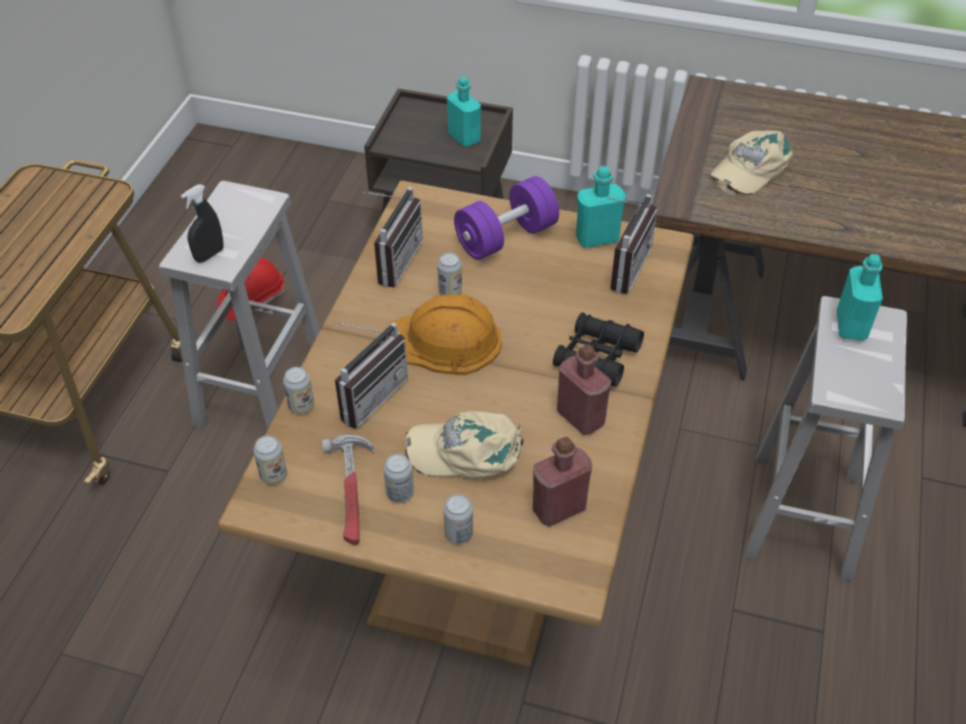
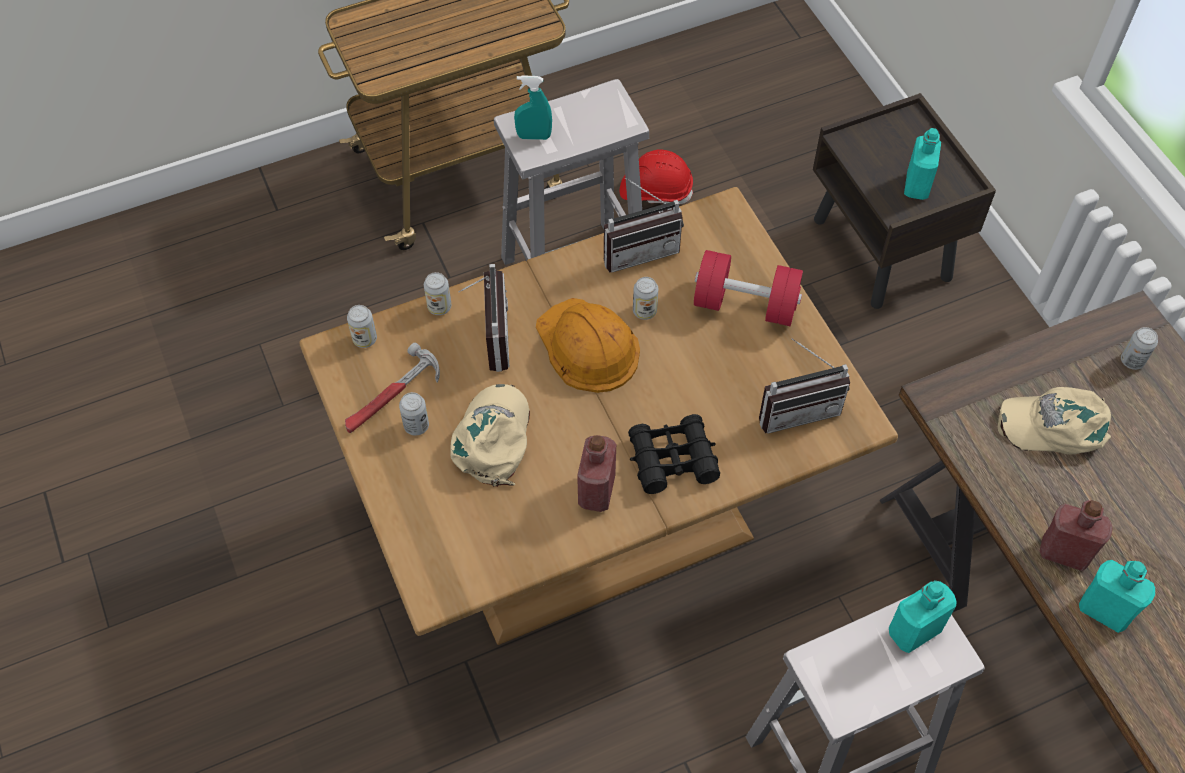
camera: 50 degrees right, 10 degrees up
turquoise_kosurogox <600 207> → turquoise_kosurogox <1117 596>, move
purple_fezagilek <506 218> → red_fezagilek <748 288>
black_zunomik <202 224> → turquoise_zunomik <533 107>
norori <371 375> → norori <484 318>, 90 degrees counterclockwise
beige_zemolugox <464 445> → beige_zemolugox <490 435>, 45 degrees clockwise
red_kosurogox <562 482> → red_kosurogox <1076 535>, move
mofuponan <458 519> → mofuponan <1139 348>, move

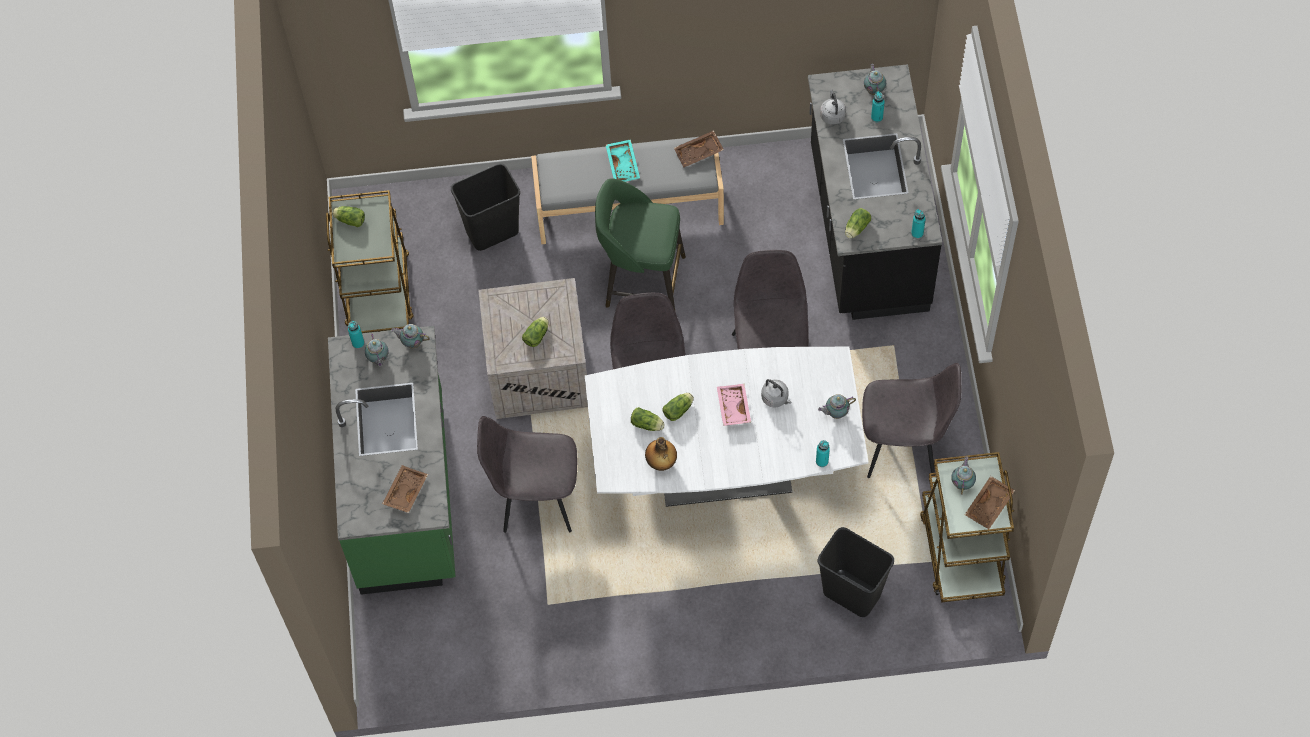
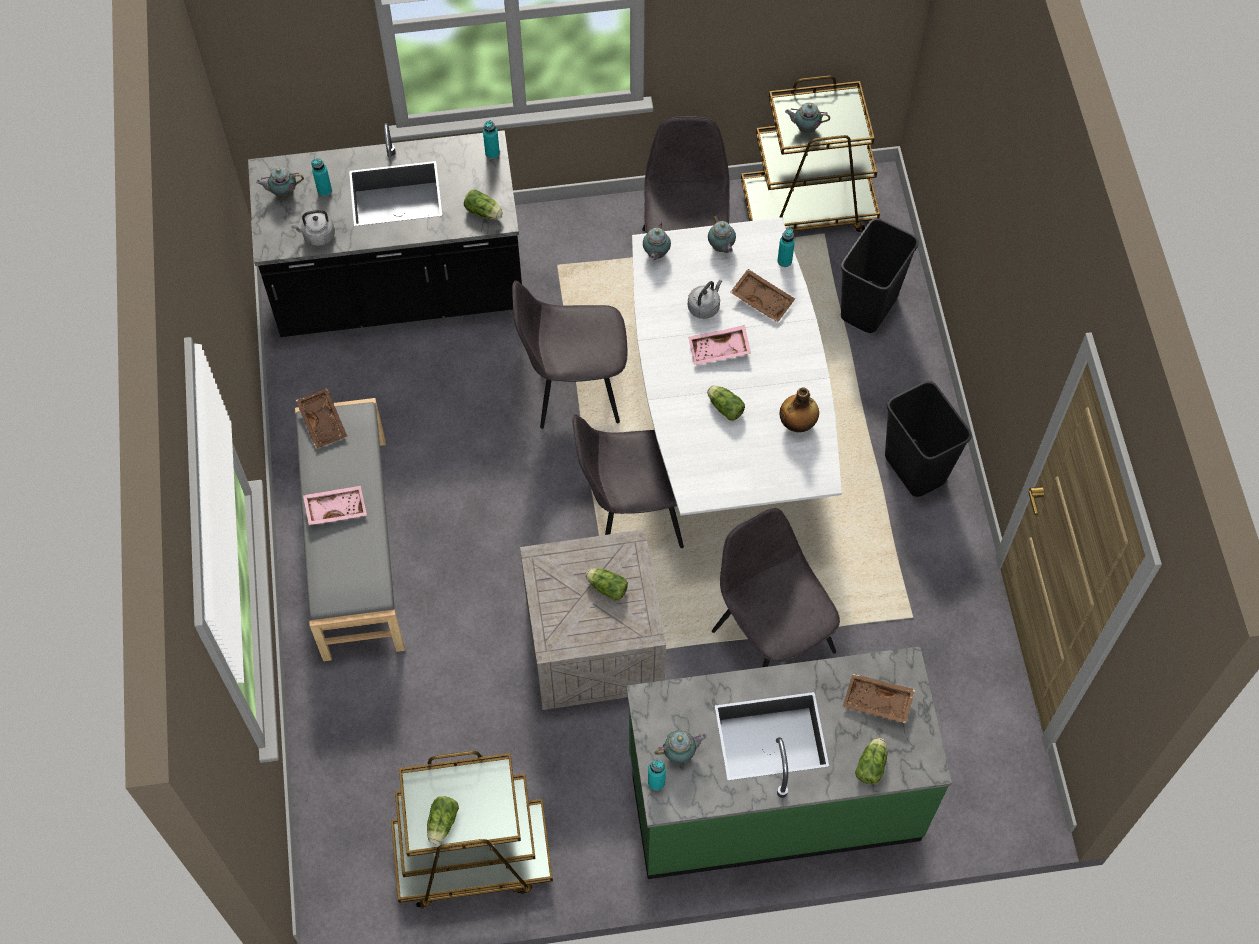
camera: 95 degrees left, 0 degrees up
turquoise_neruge <623 160> → pink_neruge <335 505>
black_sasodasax <485 207> → black_sasodasax <928 439>, move
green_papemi <640 245> → -
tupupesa <410 336> → tupupesa <657 240>, move
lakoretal <648 419> → lakoretal <871 761>, move
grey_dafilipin <527 474> → grey_dafilipin <776 587>, 150 degrees clockwise
brown_neruge <989 502> → brown_neruge <762 296>, move

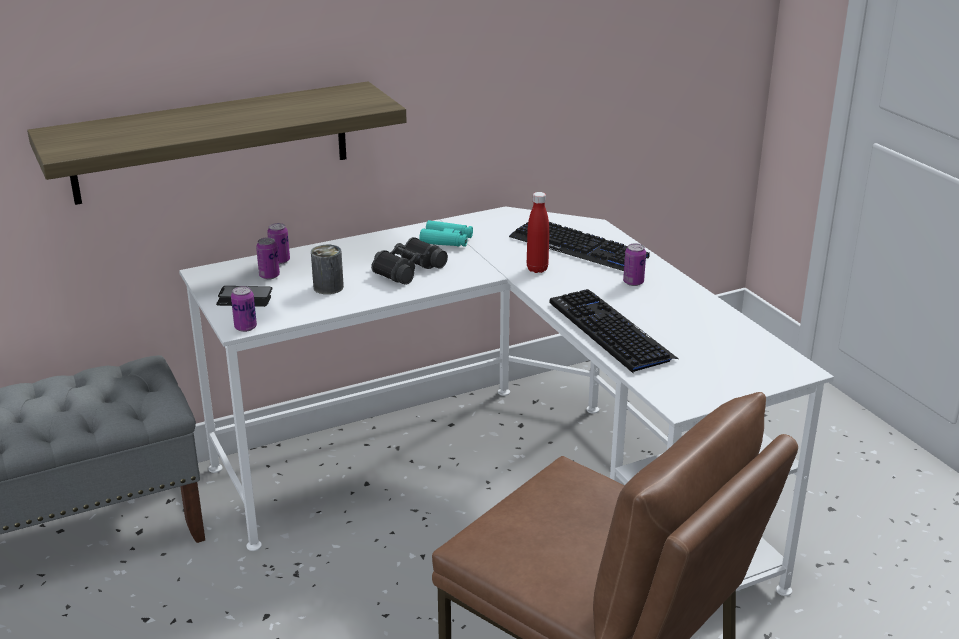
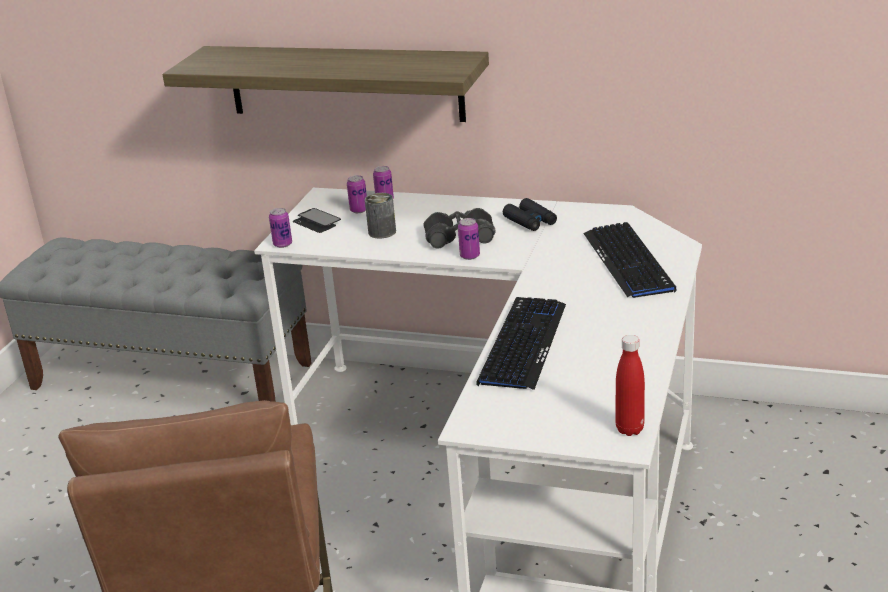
camera: 45 degrees right, 0 degrees up
red_kosurogox <538 232> → red_kosurogox <630 385>, move
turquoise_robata <446 233> → black_robata <530 214>
mofuponan <634 265> → mofuponan <469 239>, move

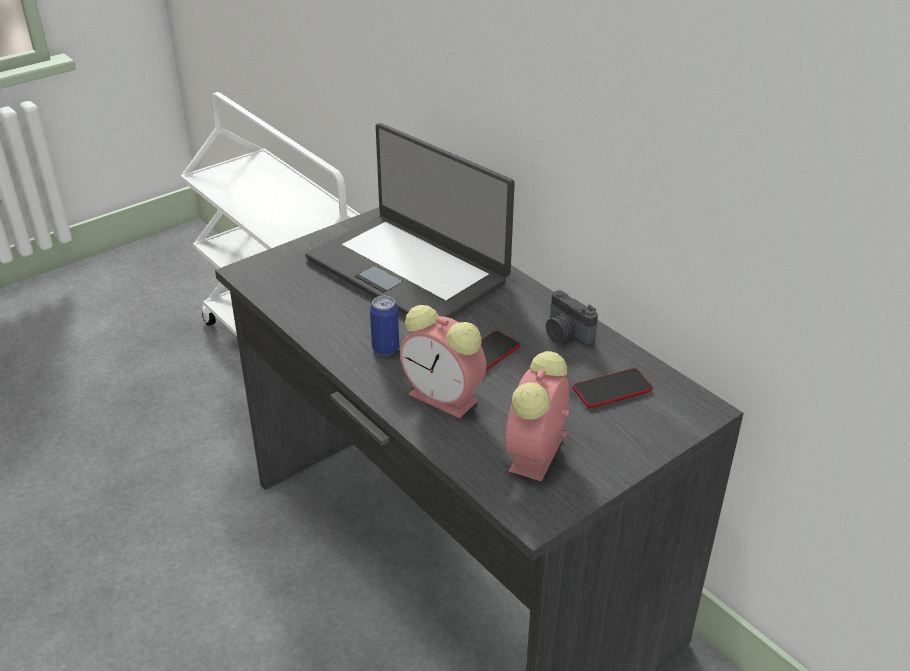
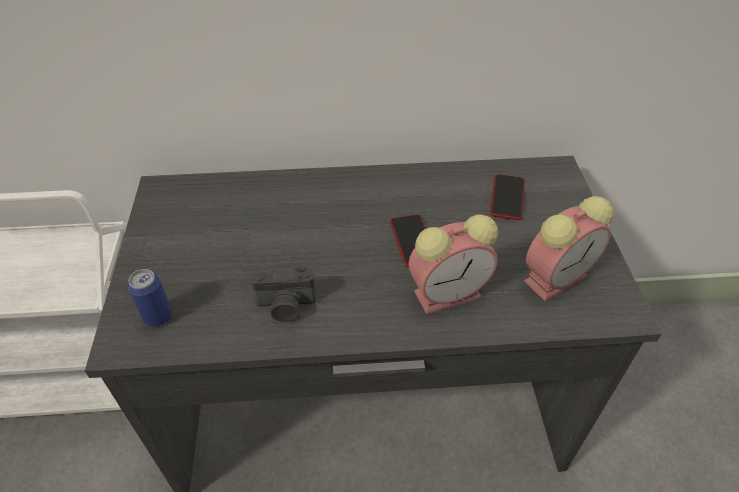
camera: 55 degrees left, 10 degrees up
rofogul <410 220> → -
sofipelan <572 318> → sofipelan <283 294>, move
mofuponan <384 325> → mofuponan <150 298>, move
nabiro <537 416> → nabiro <568 248>, 90 degrees counterclockwise

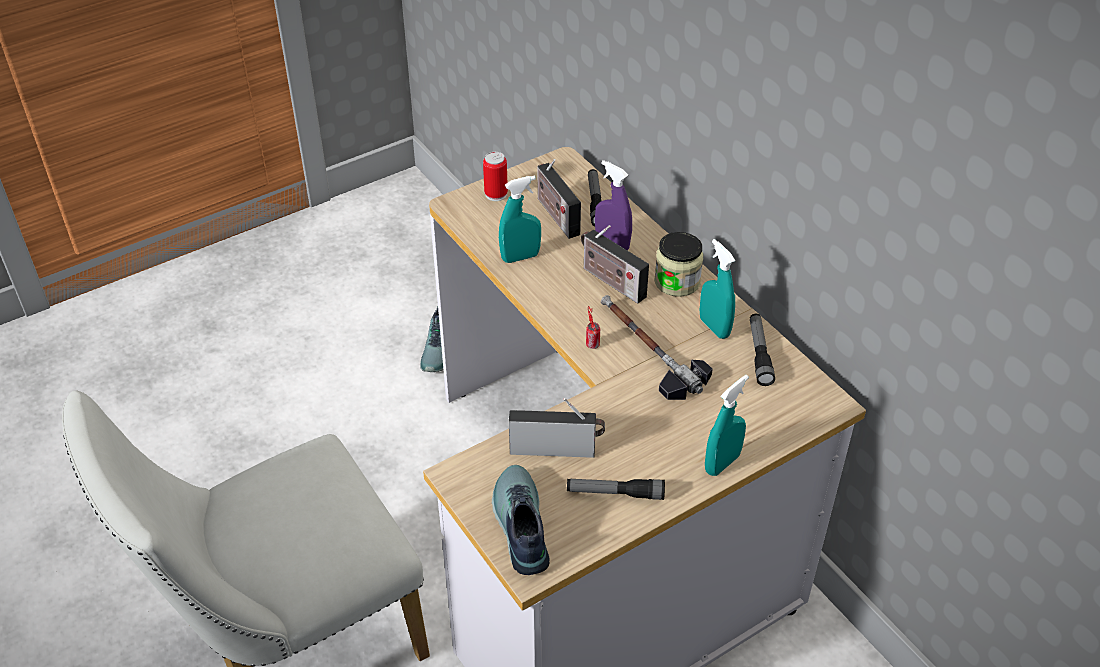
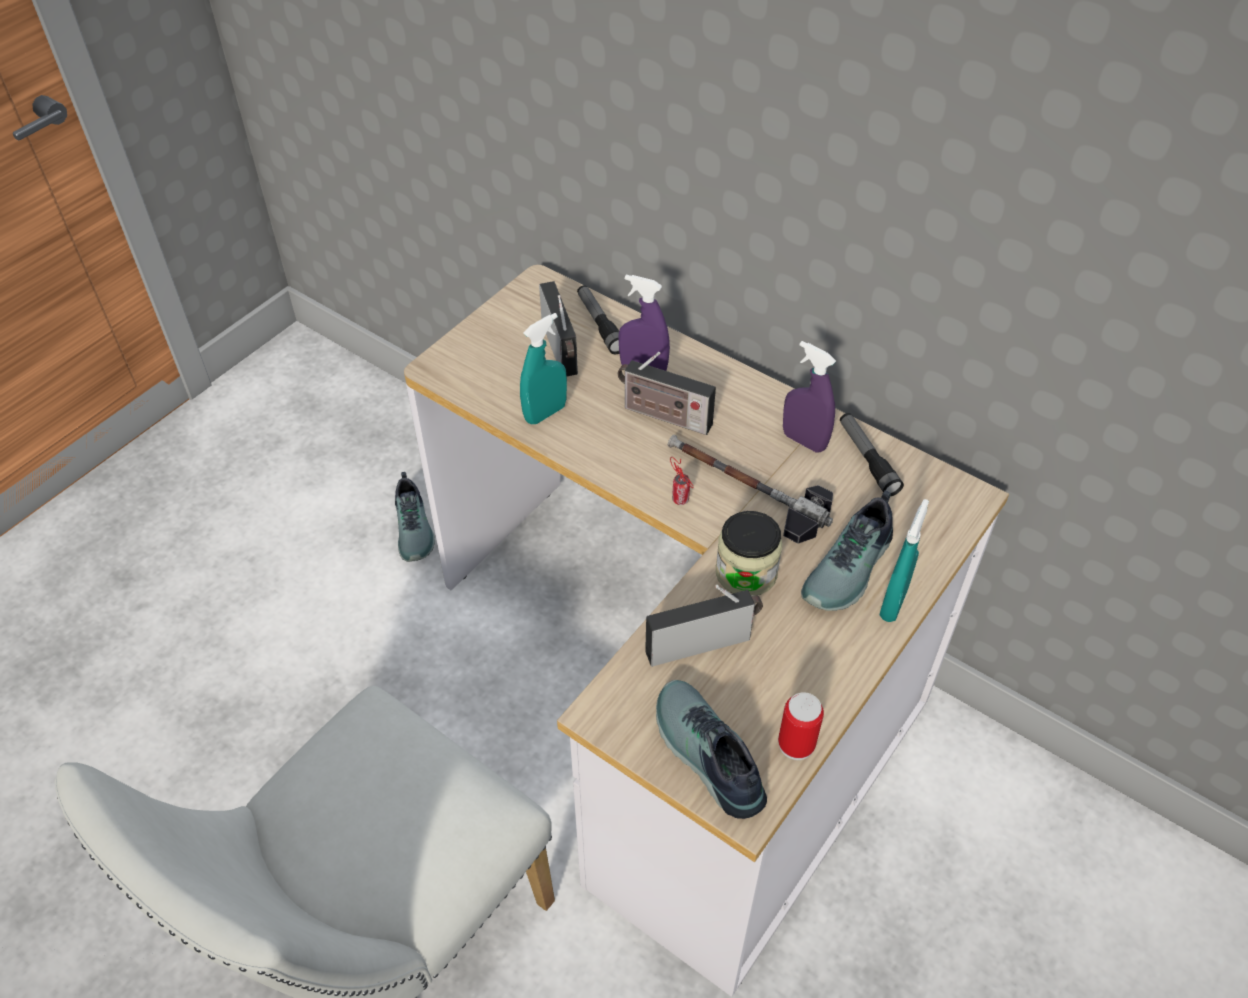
camera: 20 degrees left, 5 degrees up
mofuponan <495 176> → mofuponan <801 726>, move
norori <559 199> → norori <558 328>, 150 degrees counterclockwise
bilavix <679 264> → bilavix <749 553>, move
turquoise_zunomik <718 289> → purple_zunomik <809 396>
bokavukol <616 489> → -
- → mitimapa <847 550>

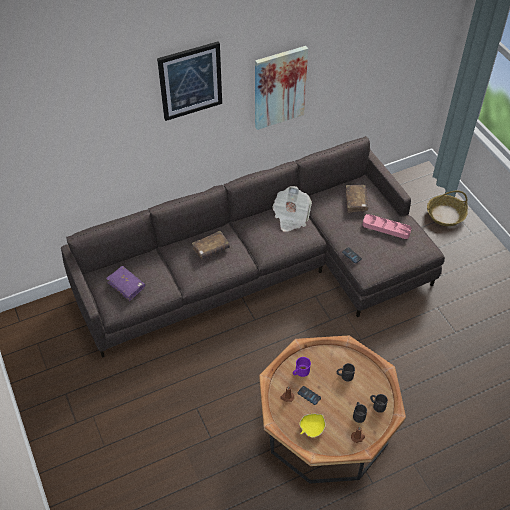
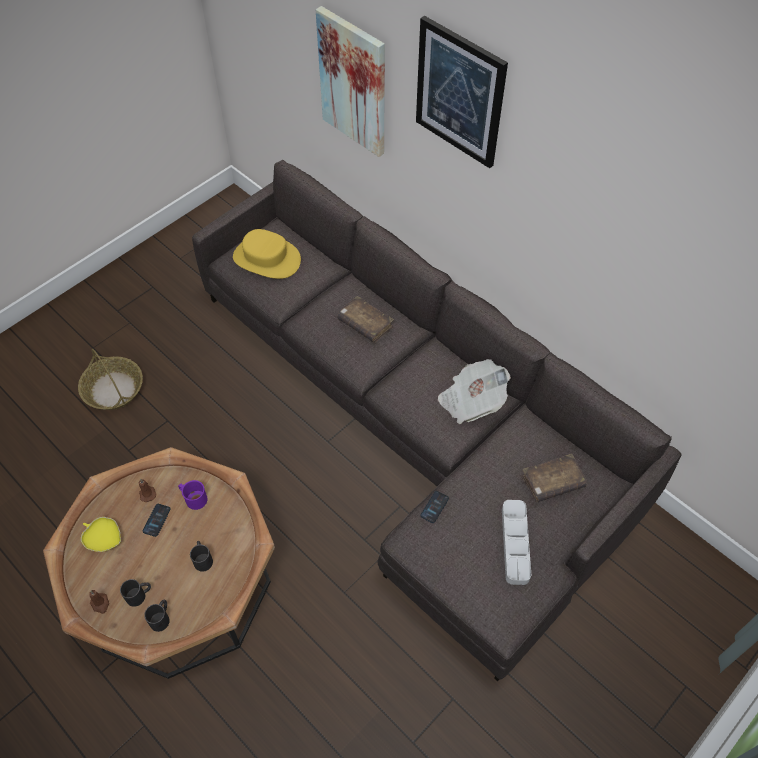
camera: 70 degrees right, 5 degrees up
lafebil <281 88> → lafebil <350 81>, move
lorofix <447 208> → lorofix <110 379>, move
pink_neruge <387 226> → grey_neruge <516 542>
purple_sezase <125 283> → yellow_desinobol <267 254>

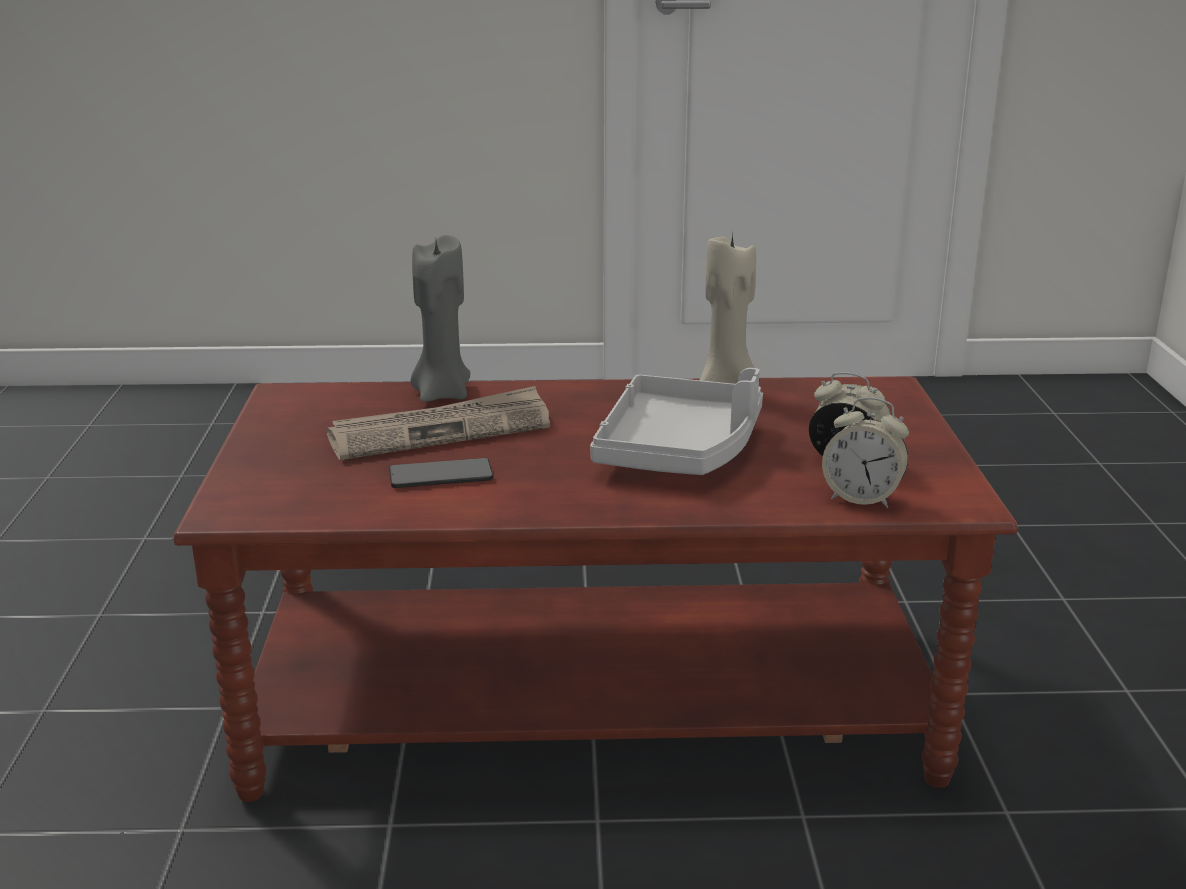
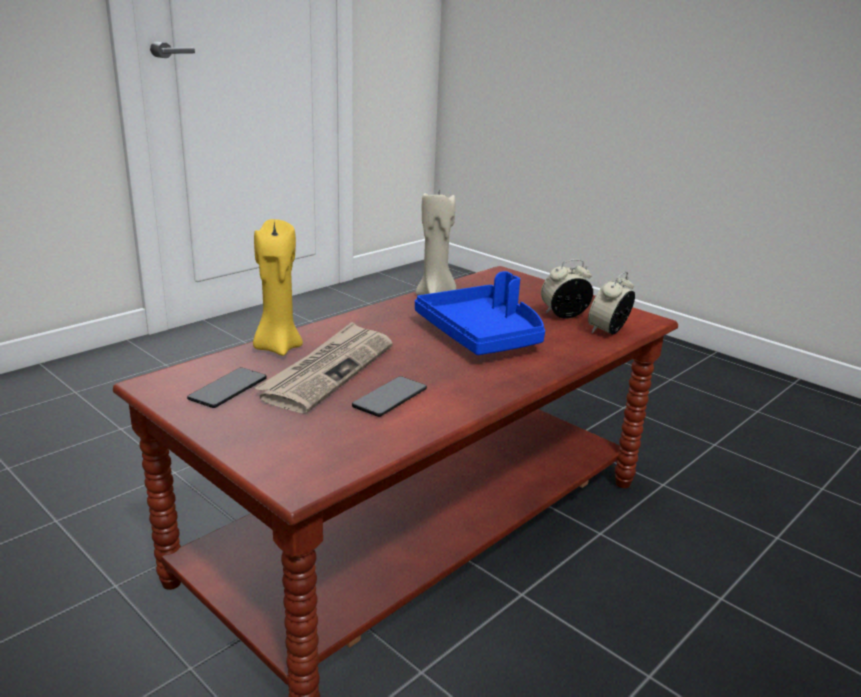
camera: 45 degrees left, 0 degrees up
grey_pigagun <440 318> → yellow_pigagun <278 287>
grey_neruge <676 421> → blue_neruge <480 313>
nabiro <865 452> → nabiro <611 303>, 150 degrees clockwise
- → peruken <227 387>

